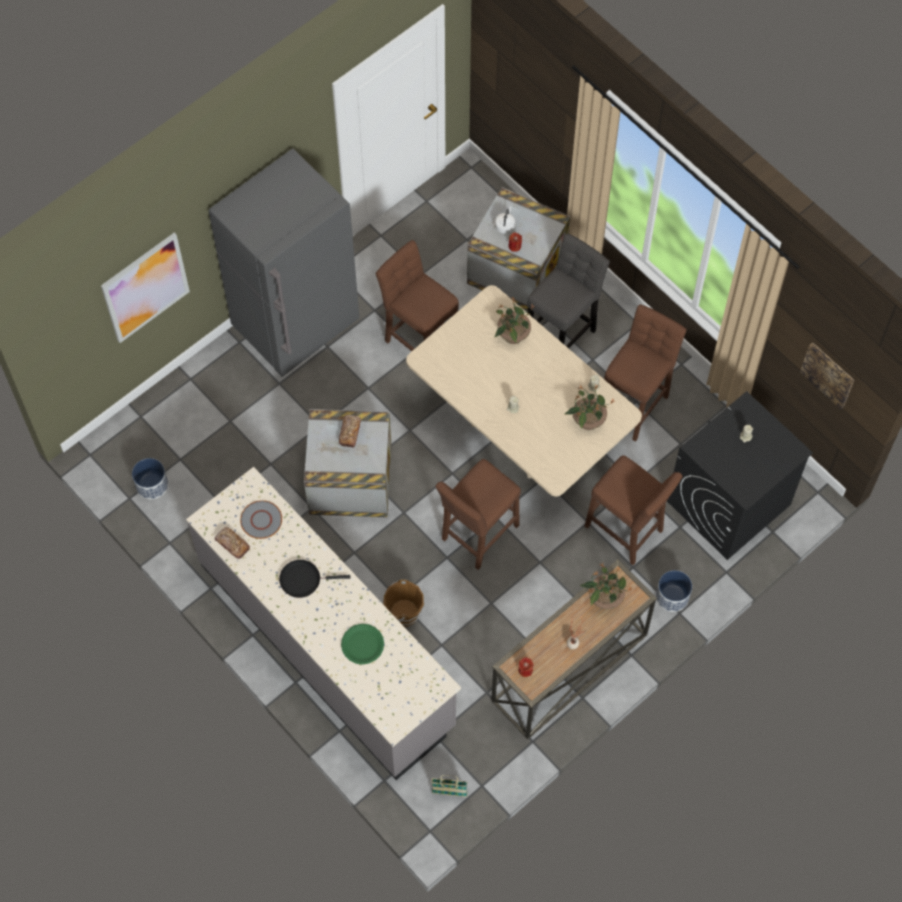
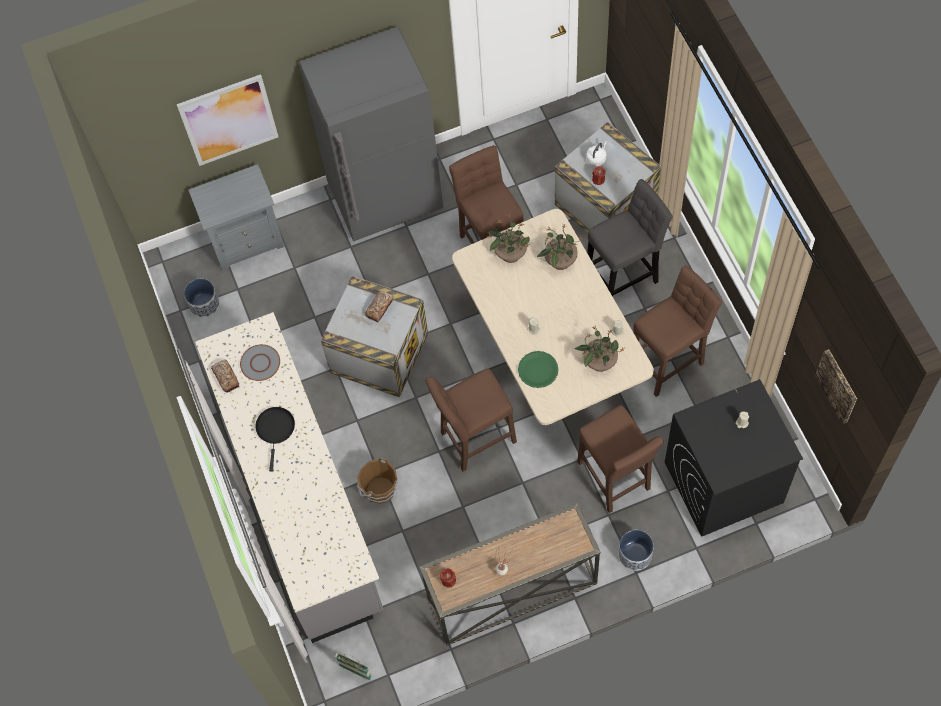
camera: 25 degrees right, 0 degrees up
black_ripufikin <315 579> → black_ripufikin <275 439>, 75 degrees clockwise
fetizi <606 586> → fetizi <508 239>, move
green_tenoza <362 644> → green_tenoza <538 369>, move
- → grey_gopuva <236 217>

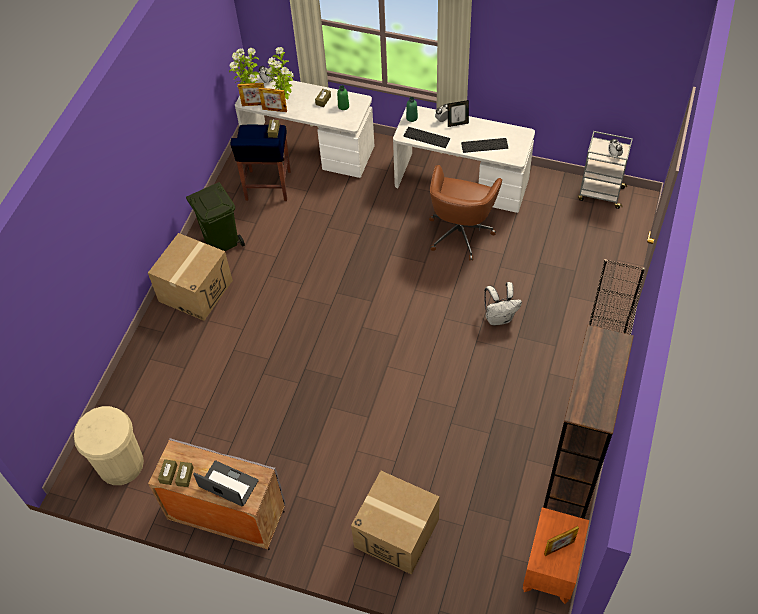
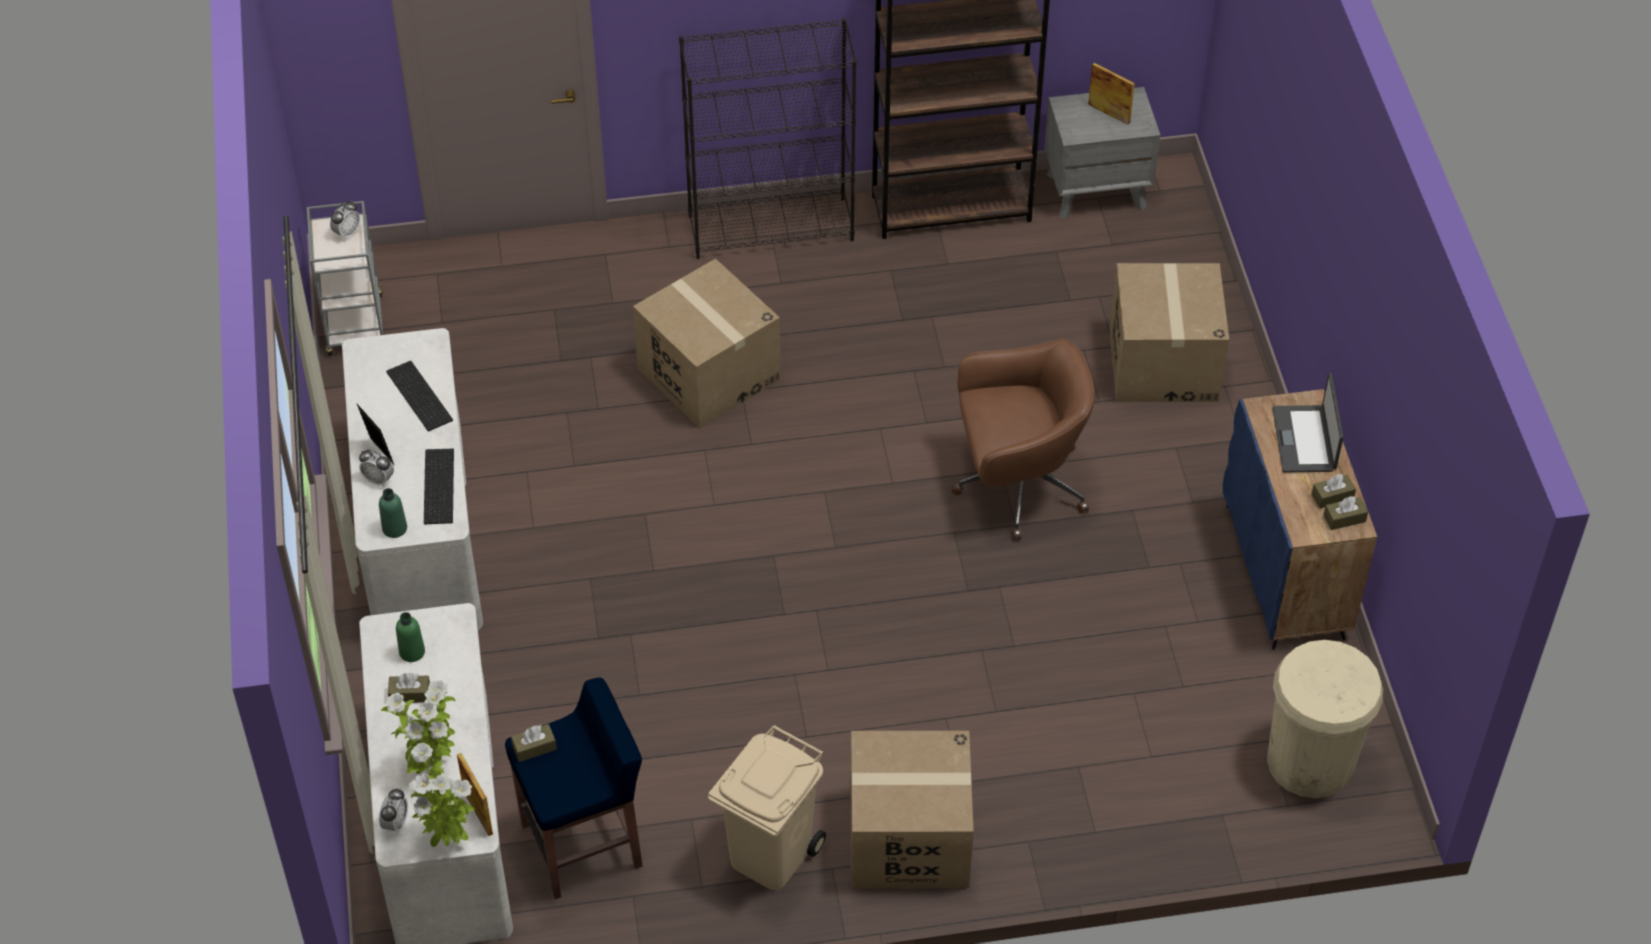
camera: 120 degrees left, 5 degrees down
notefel <273 100> → -
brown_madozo <465 212> → brown_madozo <1023 439>, move
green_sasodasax <215 216> → beige_sasodasax <767 807>
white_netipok <503 304> → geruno <707 343>
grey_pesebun <216 494> → blue_pesebun <1300 519>
orange_gopuva <556 555> → grey_gopuva <1102 153>

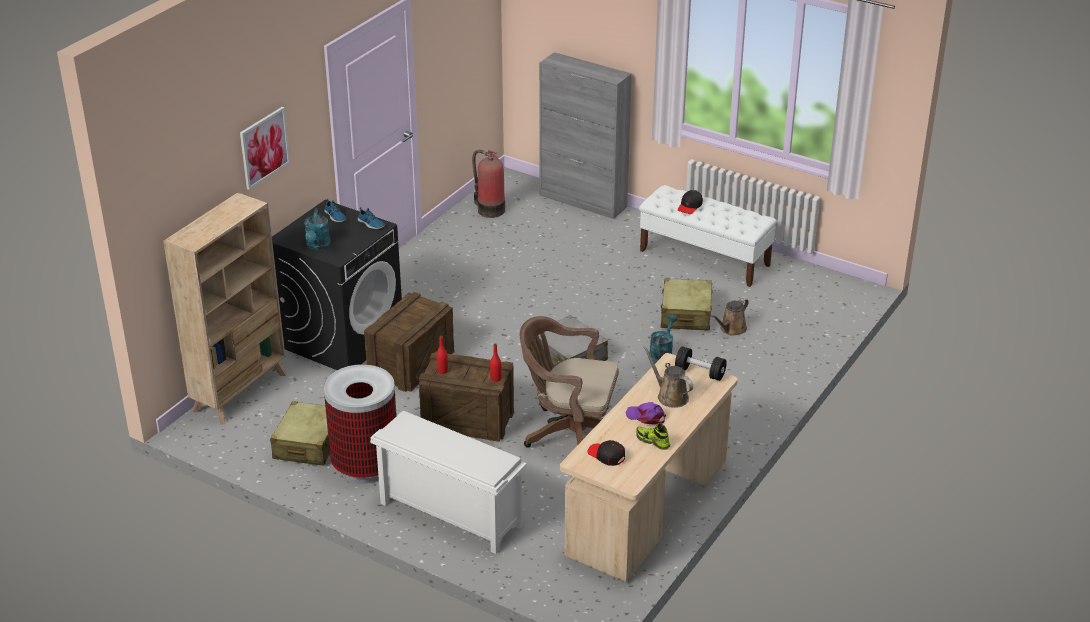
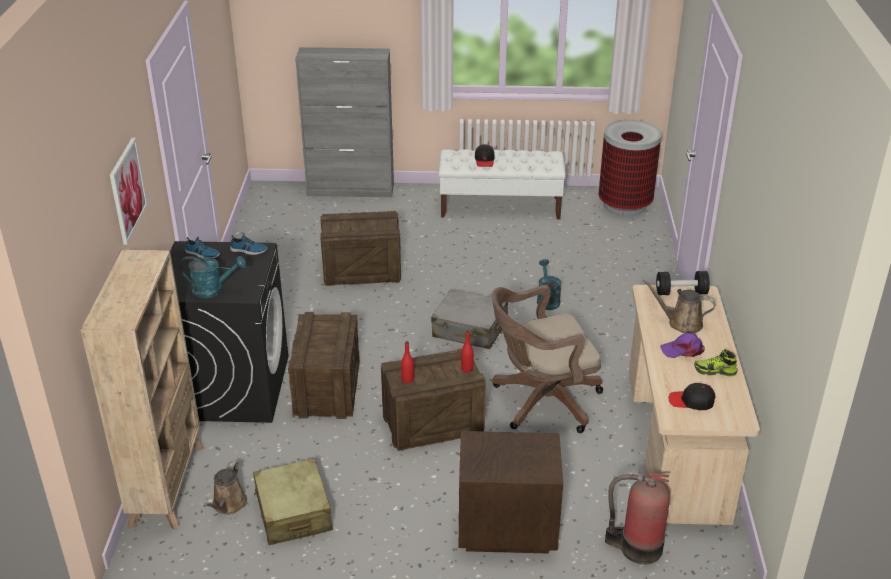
camera: 30 degrees left, 0 degrees up
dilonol <488 184> → dilonol <637 518>, move
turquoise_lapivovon <317 229> → turquoise_lapivovon <213 277>, 60 degrees counterclockwise
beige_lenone <686 304> → -
brown_lapivovon <730 317> → brown_lapivovon <225 487>, move
sasodasax <360 424> → sasodasax <630 168>, move
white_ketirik <448 482> → brown_gopuva <511 492>
- → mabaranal <360 248>

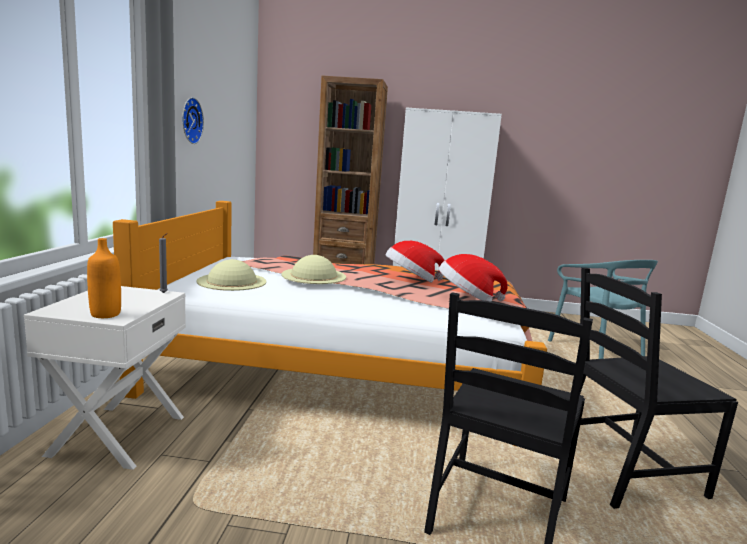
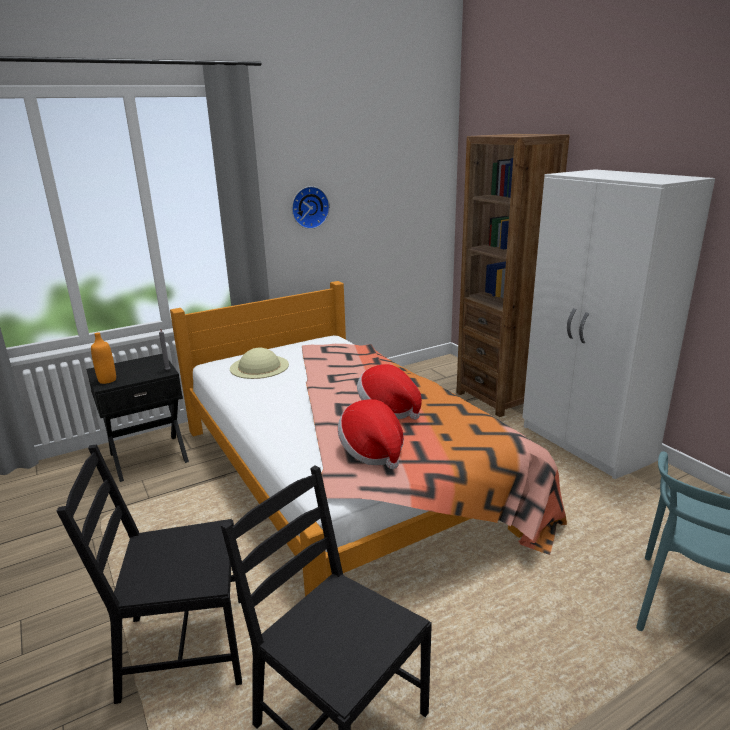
camera: 55 degrees right, 10 degrees up
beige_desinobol <313 269> → -
white_gopuva <105 378> → black_gopuva <137 418>

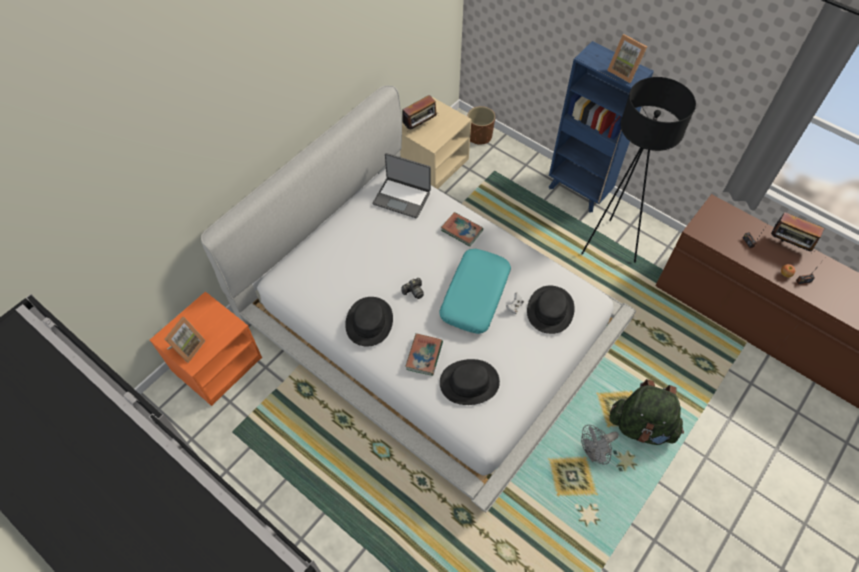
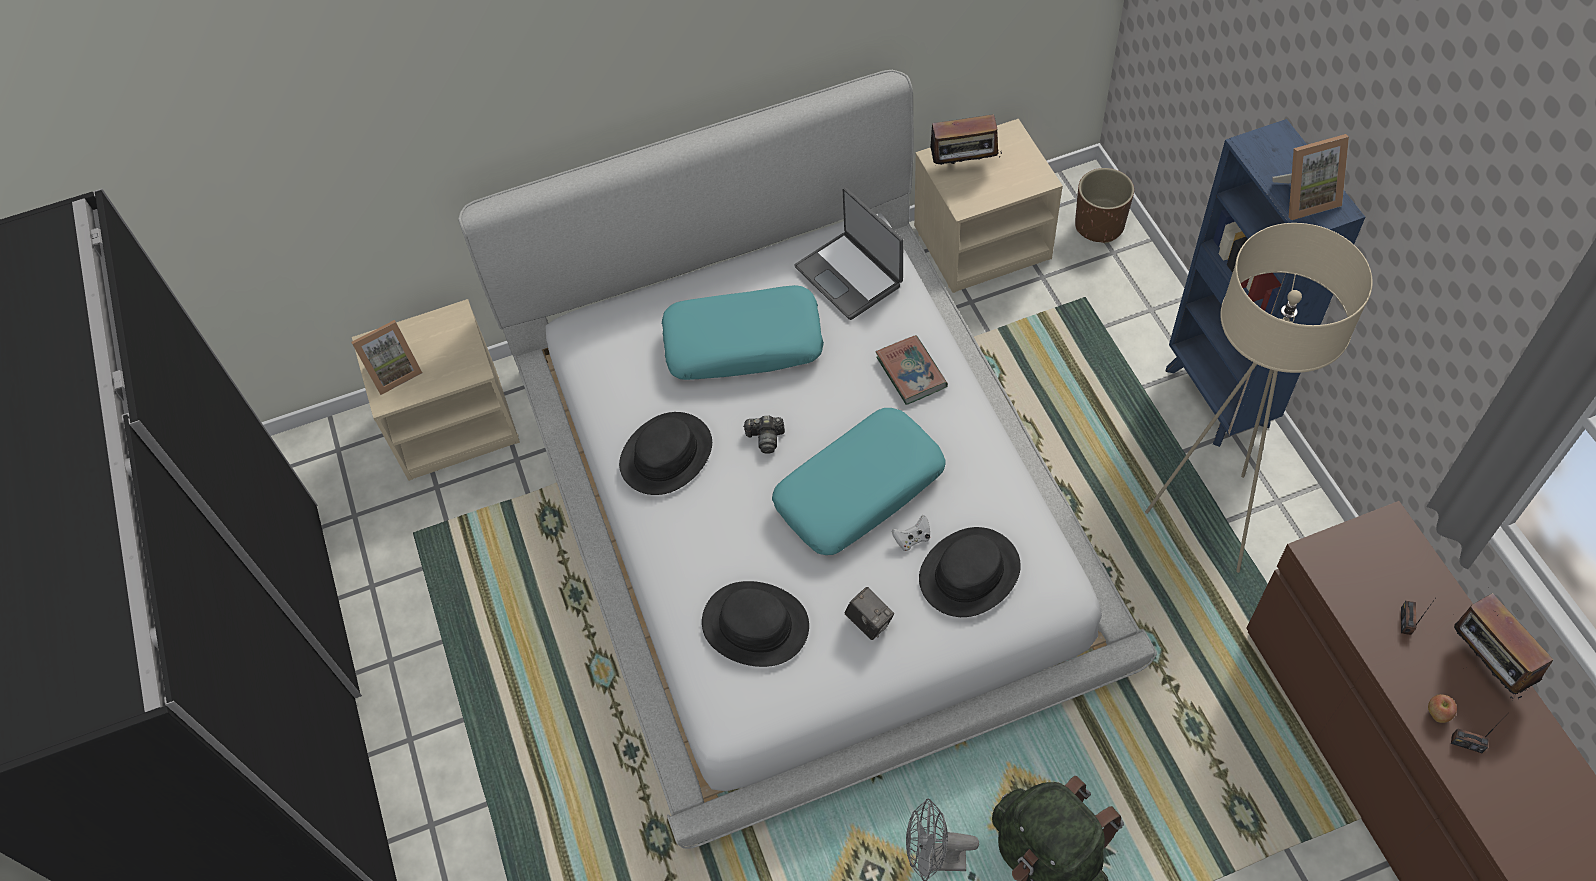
camera: 35 degrees right, 0 degrees up
notefel <627 58> → notefel <1310 177>, 90 degrees counterclockwise
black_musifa <638 170> → beige_musifa <1259 398>
orange_gopuva <206 348> → beige_gopuva <436 390>
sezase <424 354> → -
- → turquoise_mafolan <743 332>
- → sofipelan <869 613>

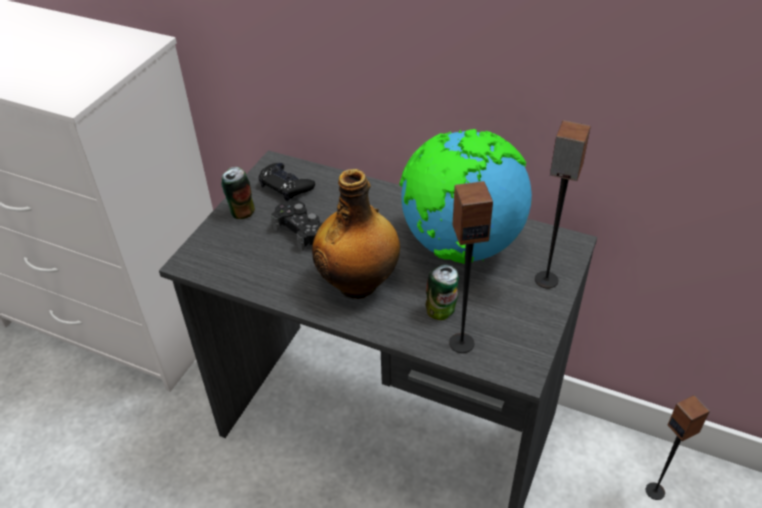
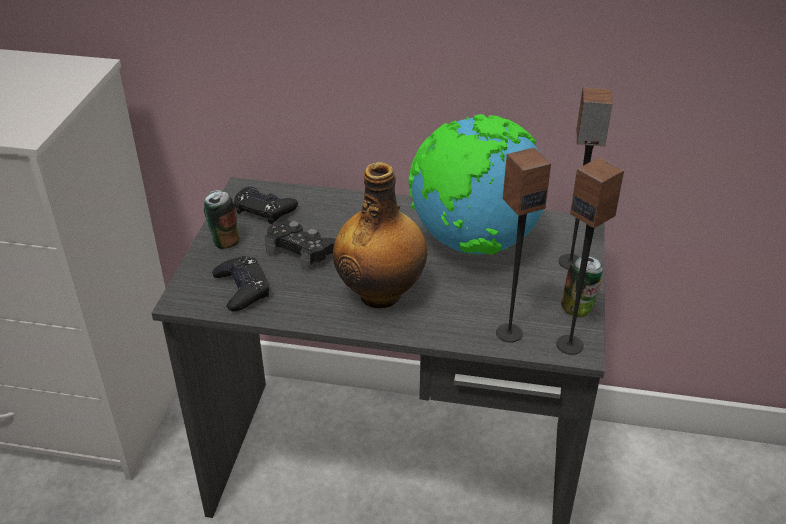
camera: 15 degrees left, 5 degrees down
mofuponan <442 292> → mofuponan <582 286>, move
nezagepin <678 447> → nezagepin <590 256>, move
- → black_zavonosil <241 284>

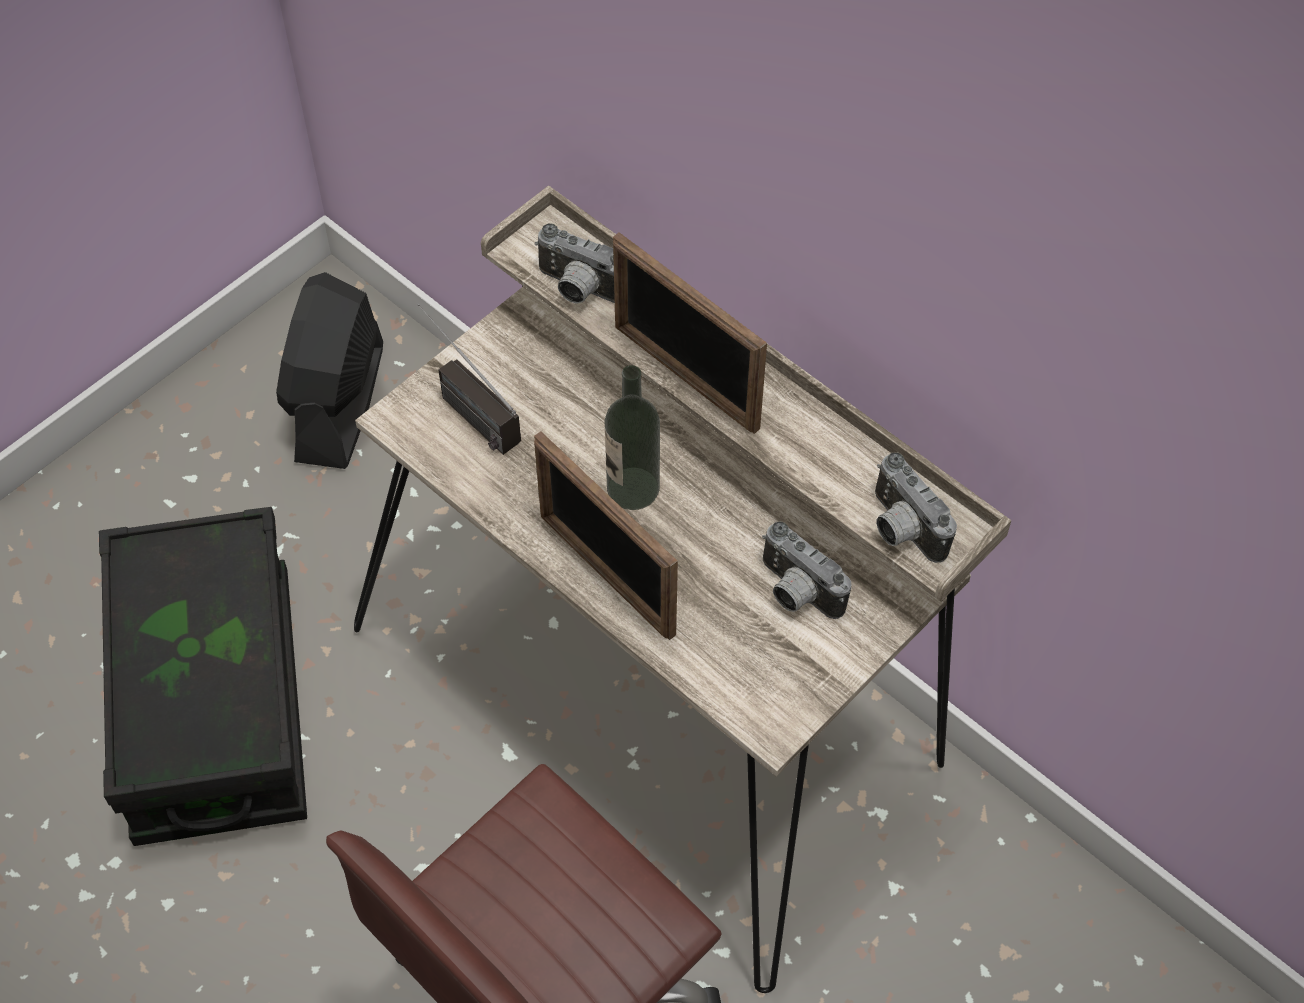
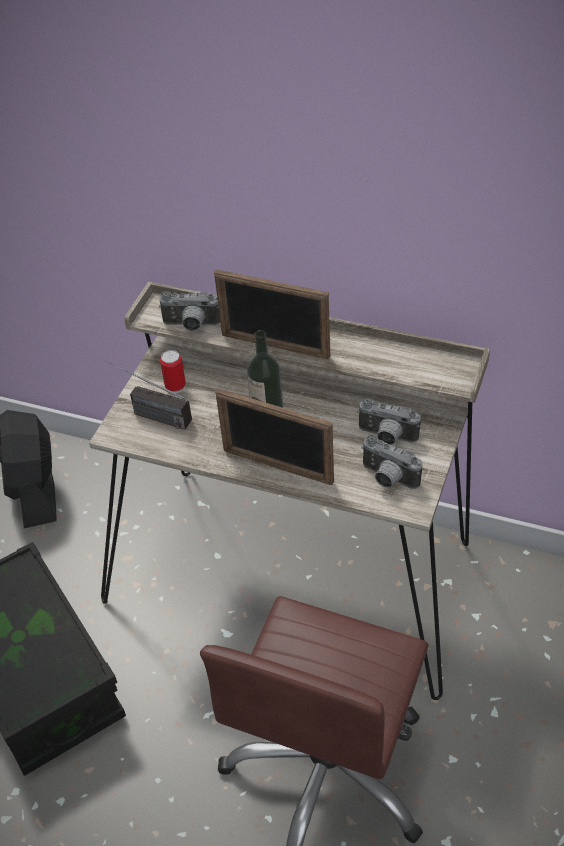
camera: 20 degrees left, 10 degrees down
sofipelan <916 507> → sofipelan <392 462>, move
- → mofuponan <173 371>

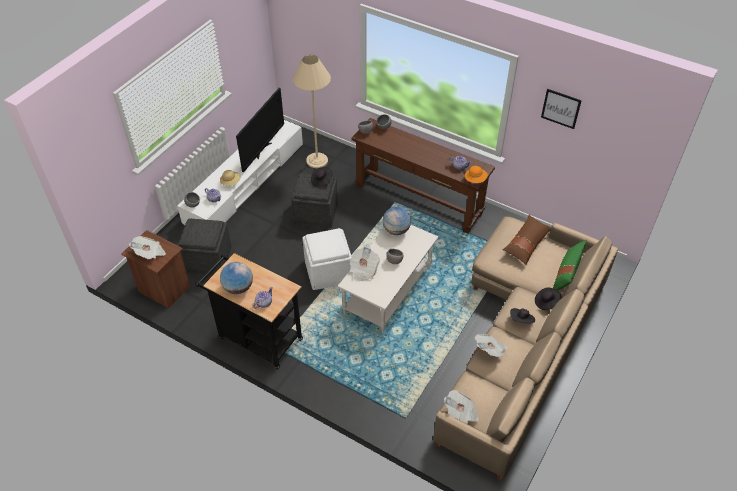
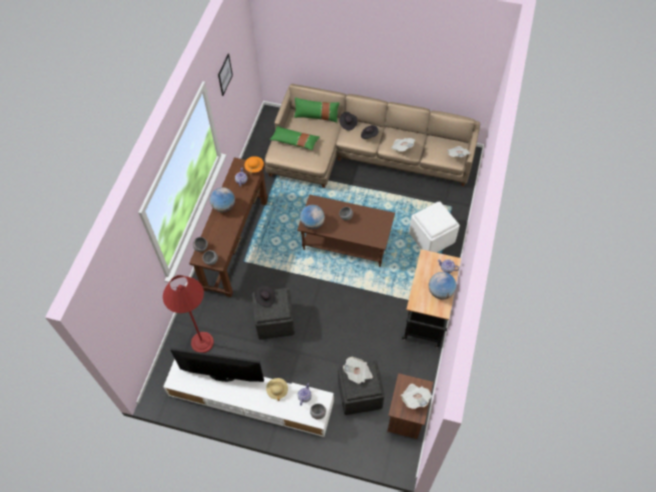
camera: 105 degrees left, 10 degrees up
beige_musifa <312 111> → red_musifa <188 314>
brown_mafolan <527 240> → green_mafolan <295 138>
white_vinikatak <388 279> → brown_vinikatak <346 231>
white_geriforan <327 259> → white_geriforan <434 227>, move
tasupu <364 264> → tasupu <358 370>, move
- → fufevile <222 199>

